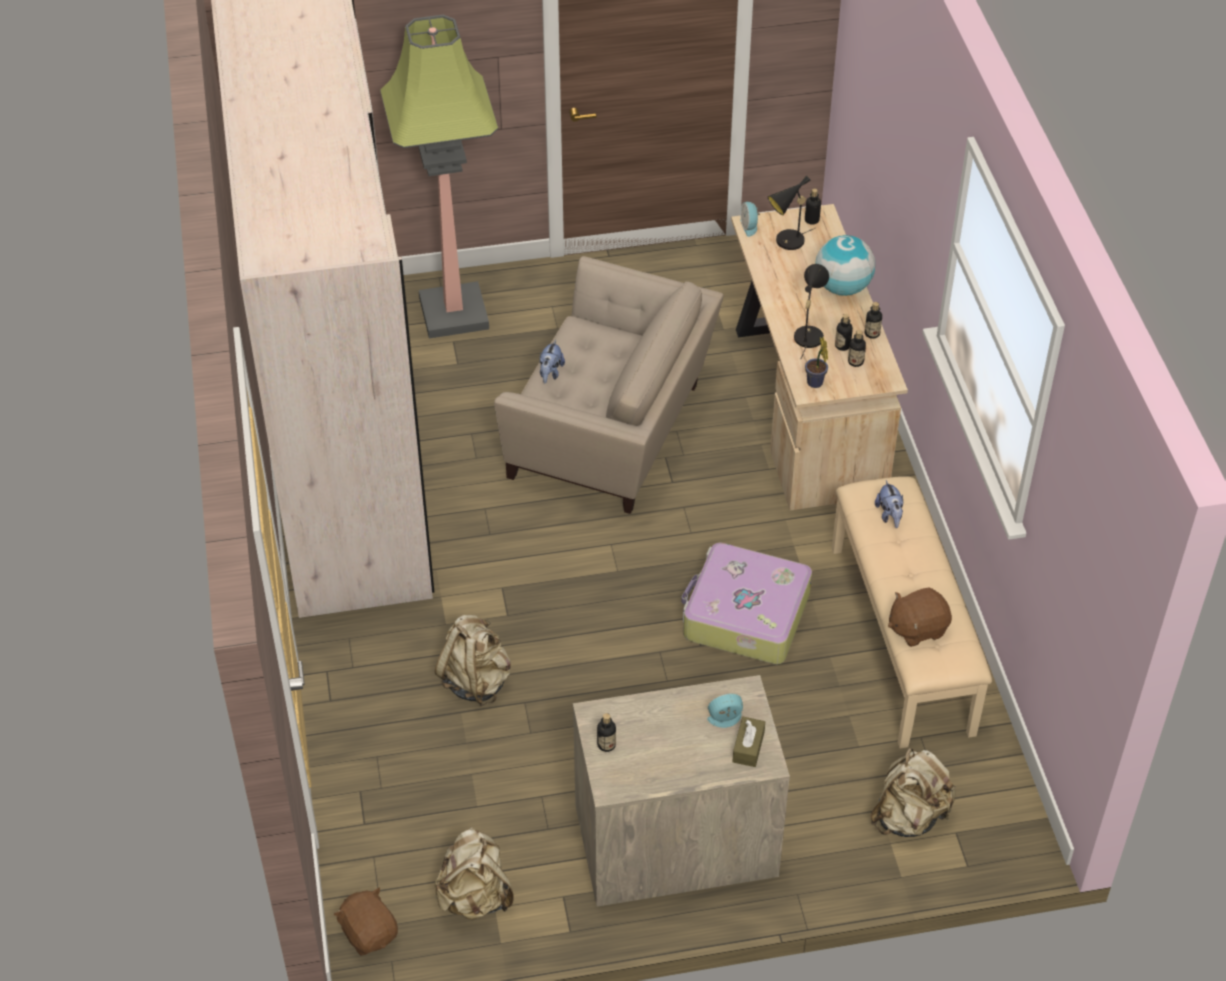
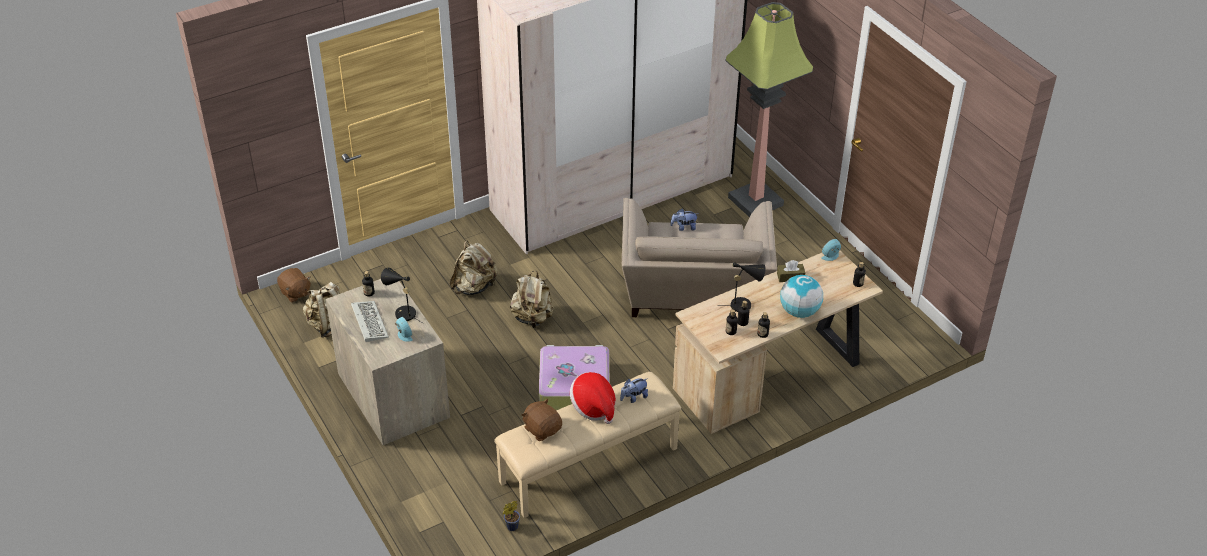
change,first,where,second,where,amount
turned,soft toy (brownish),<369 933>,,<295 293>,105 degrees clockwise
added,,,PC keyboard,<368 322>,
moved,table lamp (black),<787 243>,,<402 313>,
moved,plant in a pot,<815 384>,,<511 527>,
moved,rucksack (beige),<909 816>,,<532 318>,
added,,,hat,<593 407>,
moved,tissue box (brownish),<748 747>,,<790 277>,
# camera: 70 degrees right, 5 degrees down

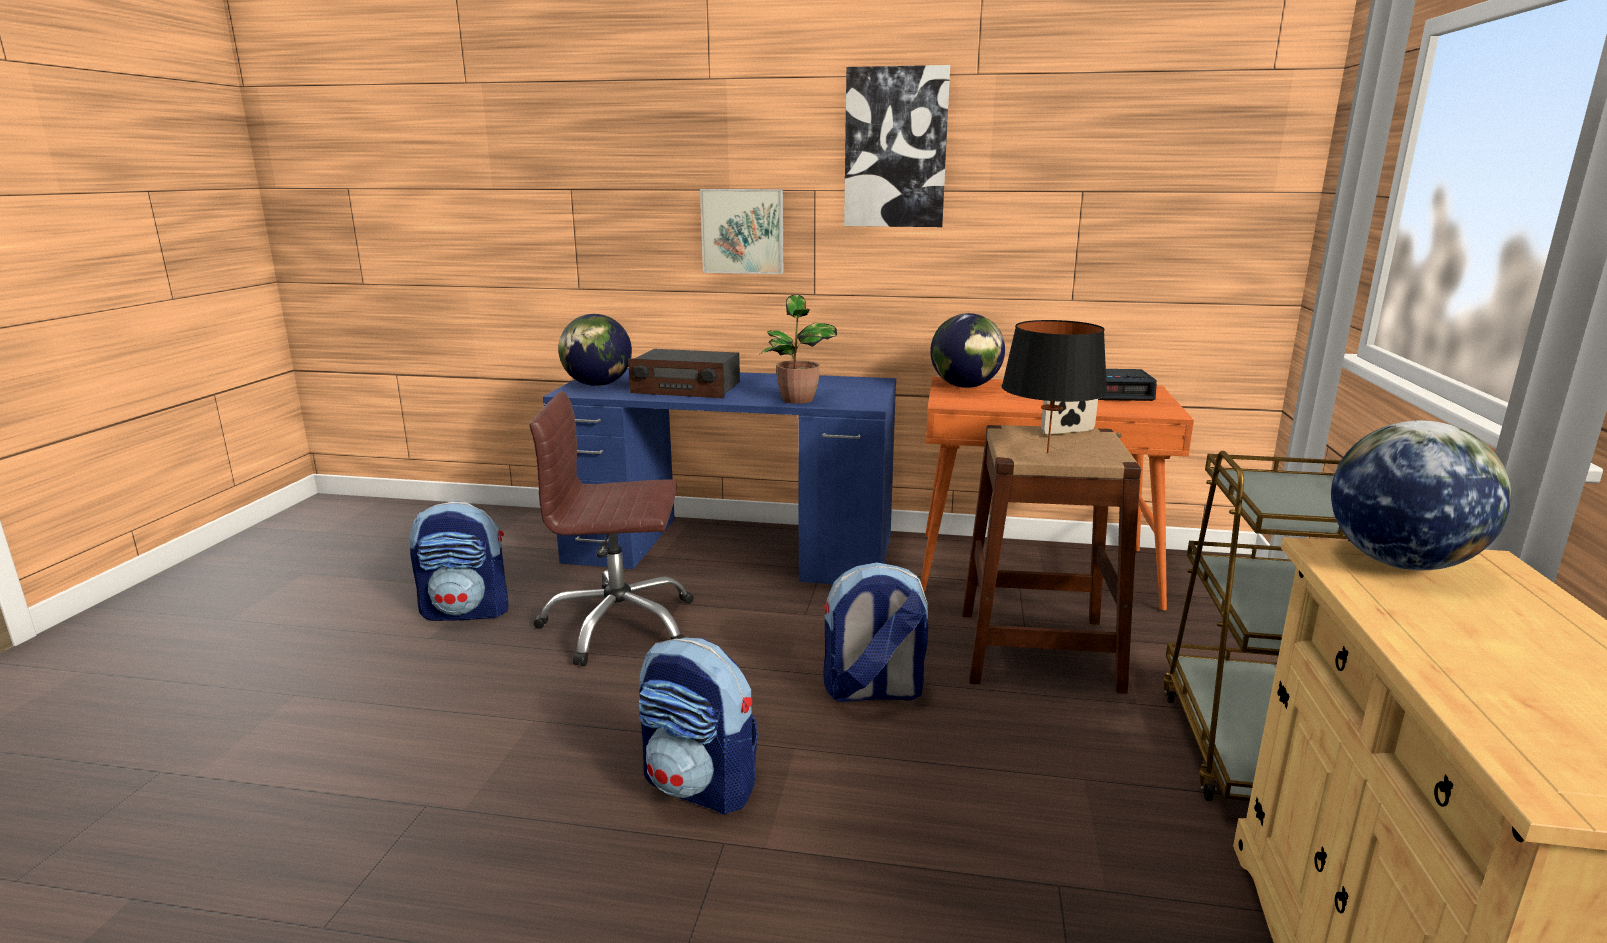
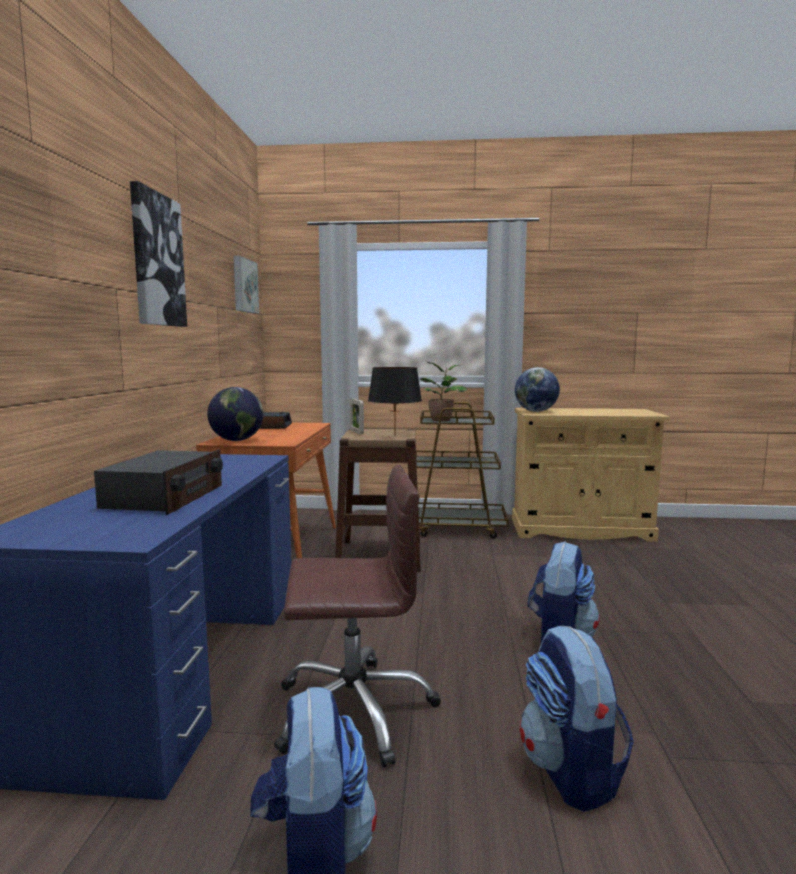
change,first,where,second,where,amount
moved,wall picture,<743 231>,,<243 286>,
turned,office chair (brownish),<619 625>,,<354 710>,90 degrees counterclockwise
moved,plant in a pot,<798 400>,,<442 420>,
moved,rucksack,<873 691>,,<571 772>,
removed,desk globe,<598 385>,,,
# camera: 95 degrees left, 10 degrees down

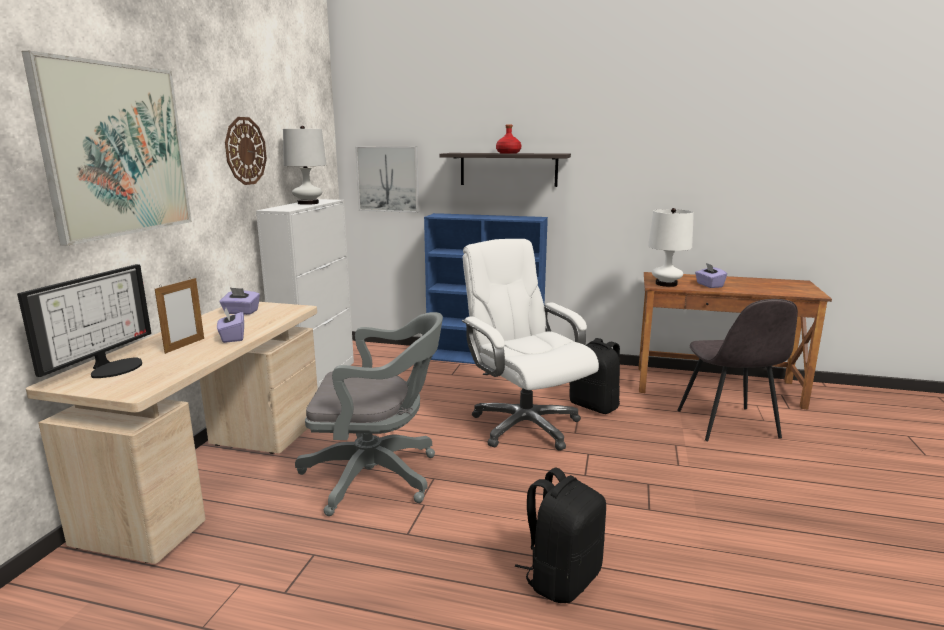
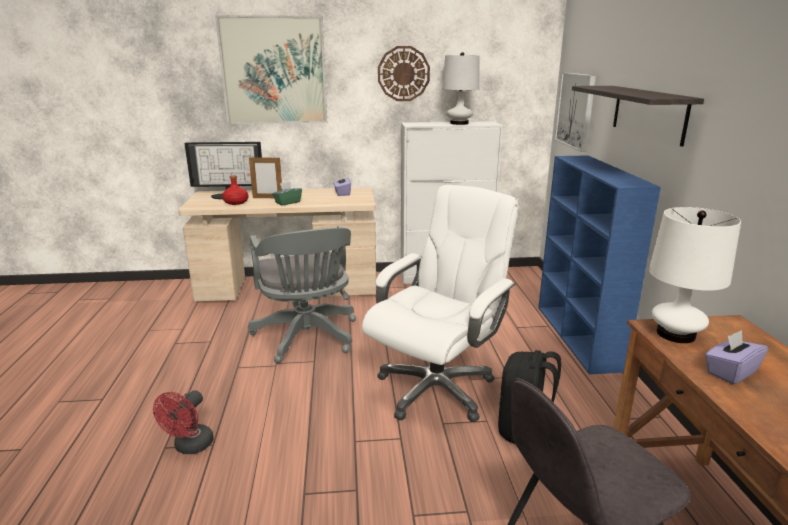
change,first,where,second,where,amount
replaced,rucksack (black),<562 578>,cooling fan (red-coloured),<190 447>,
moved,beverage bottle (red-coloured),<508 153>,,<235 202>,
recoloured,tissue box (purplish),<232 337>,tissue box (green-coloured),<287 202>,
# camera: 70 degrees right, 5 degrees up

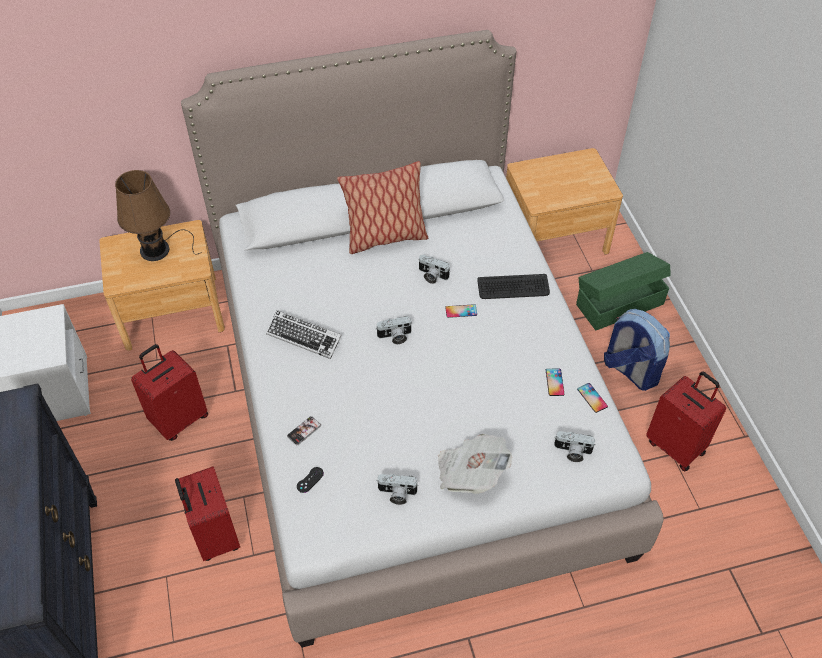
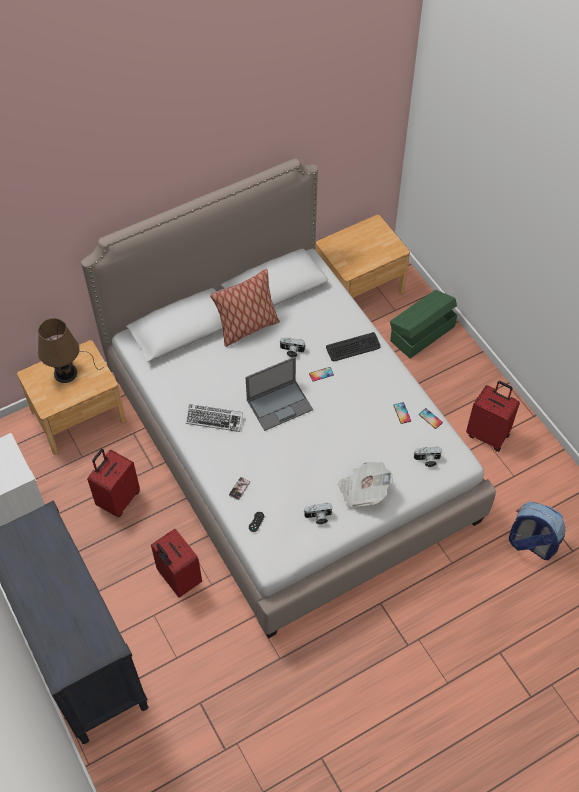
change,first,where,second,where,amount
replaced,photo camera,<395 337>,notebook computer,<280 404>,
moved,rucksack,<629 370>,,<530 543>,
# camera: 15 degrees left, 5 degrees up

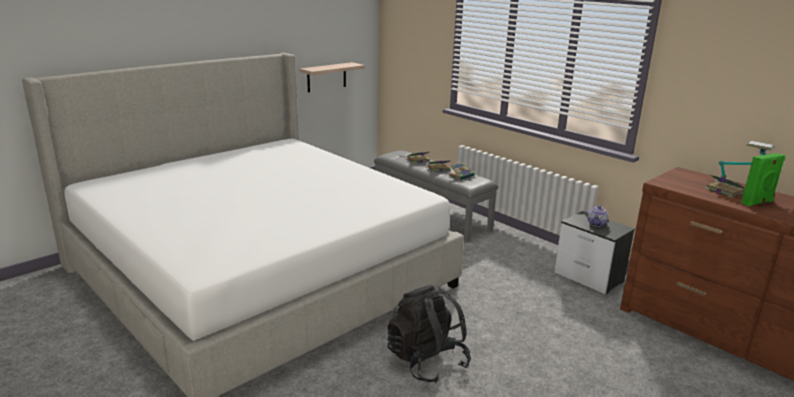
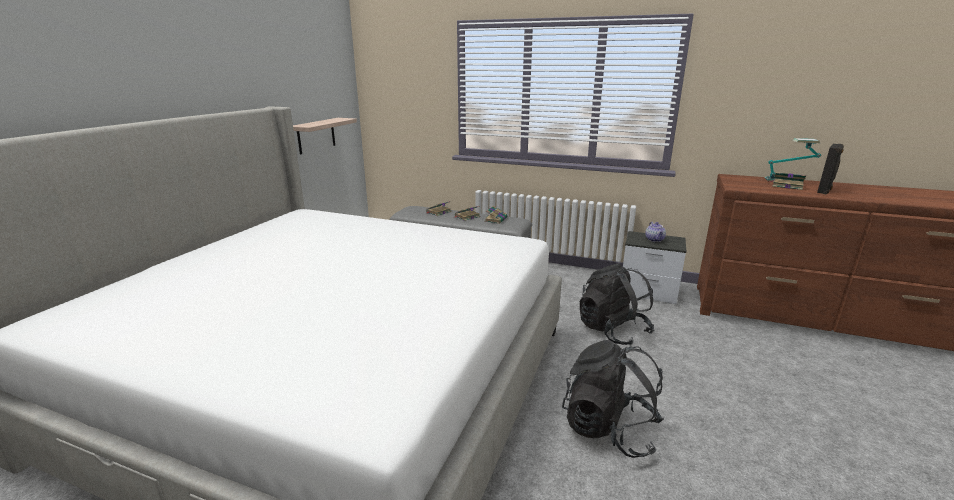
change,first,where,second,where,amount
added,,,rucksack (black),<612 330>,
recoloured,audio speaker (green-coloured),<757 203>,audio speaker (black),<825 190>,
# camera: 25 degrees left, 0 degrees up

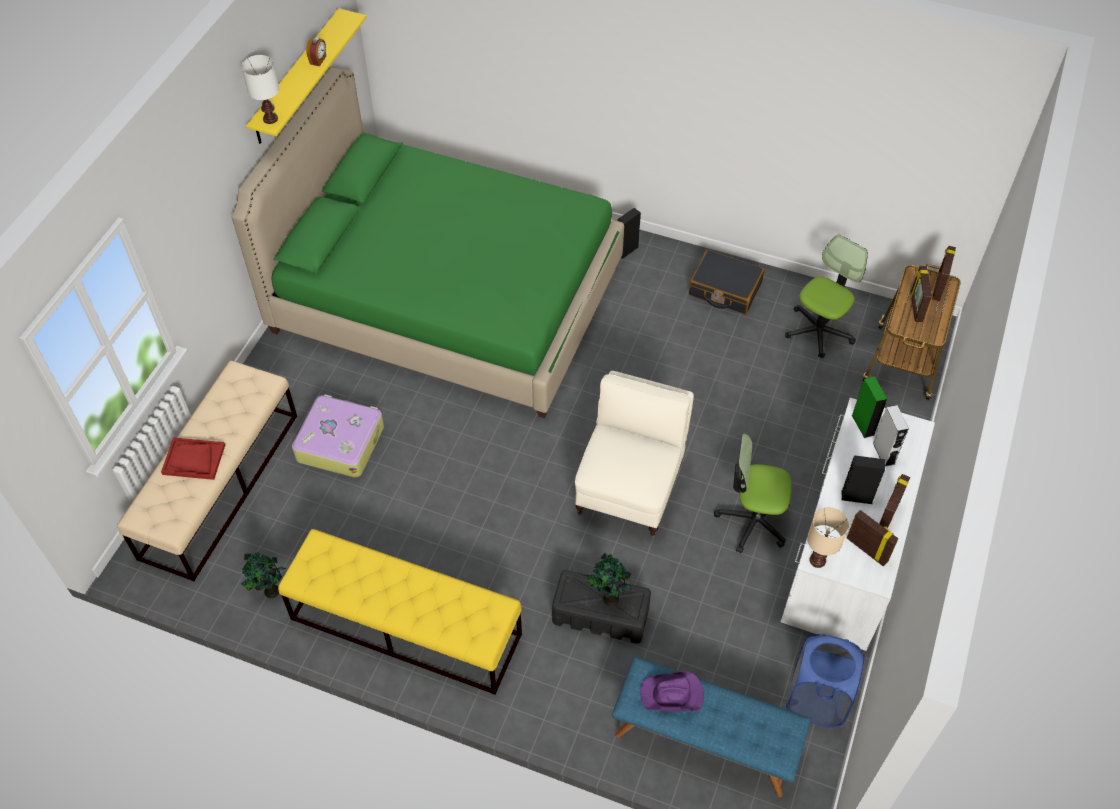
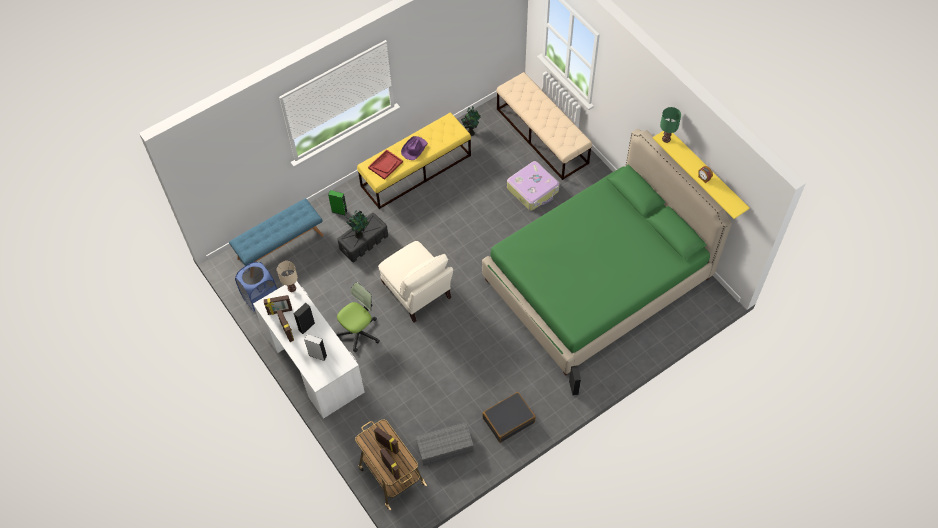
change,first,where,second,where,amount
moved,audio speaker (green-coloured),<863 425>,,<339 211>,
moved,carrying tray (red-coloured),<193 460>,,<385 165>,
moved,hat (purplish),<672 695>,,<414 149>,
replaced,office chair,<819 331>,storage box (greyish),<444 448>,
recoloured,table lamp (whitish),<270 118>,table lamp (green-coloured),<666 139>,
# camera: 125 degrees right, 5 degrees up

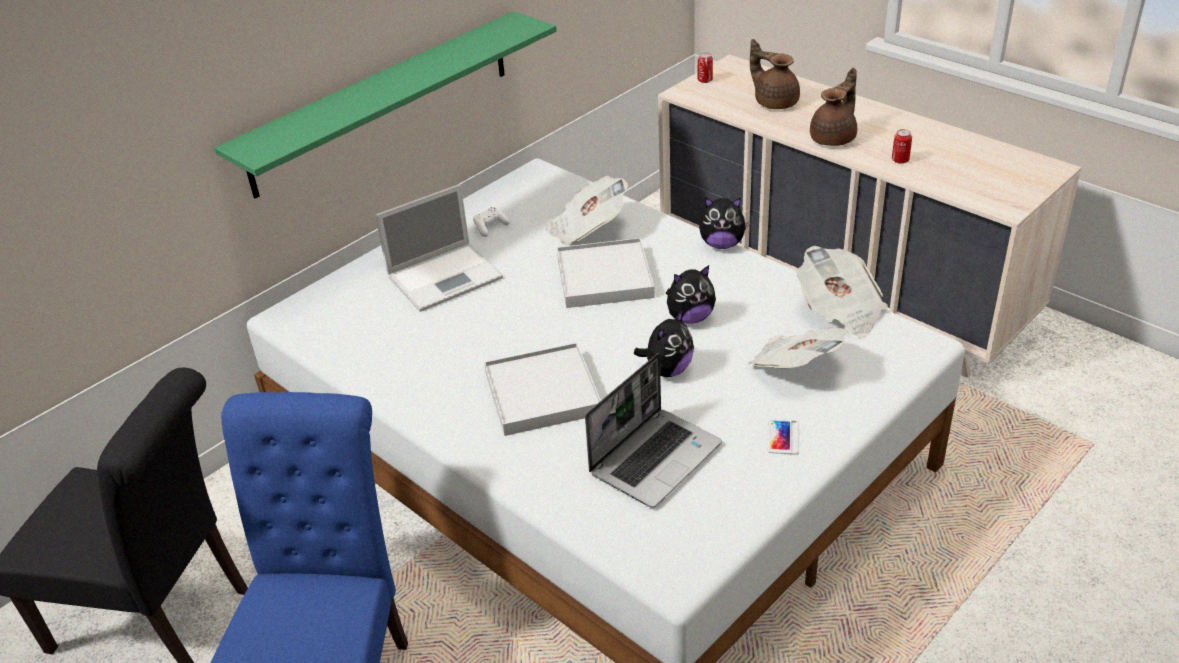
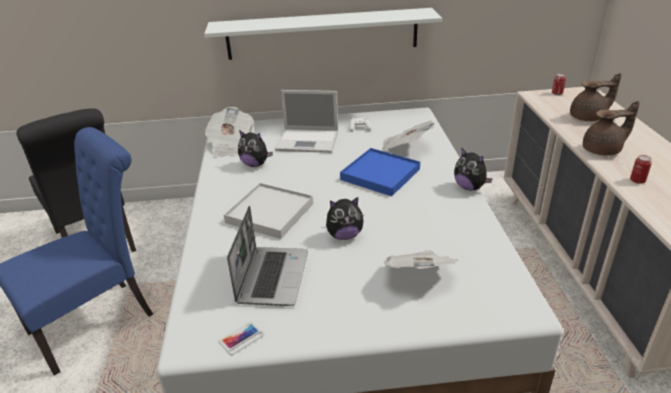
change,first,where,second,where,amount
recoloured,bracket shelf (green-coloured),<382 102>,bracket shelf (whitish),<322 34>,
moved,printed paper,<840 311>,,<230 145>,
moved,handset,<783 437>,,<241 338>,
turned,notebook computer,<655 458>,,<272 276>,75 degrees counterclockwise
moved,soft toy,<690 318>,,<255 164>,
recoloured,carrying tray (whitish),<604 277>,carrying tray (blue-coloured),<380 174>,
turned,pot for tea (brownish),<775 102>,,<588 118>,90 degrees clockwise
# camera: 40 degrees right, 5 degrees down

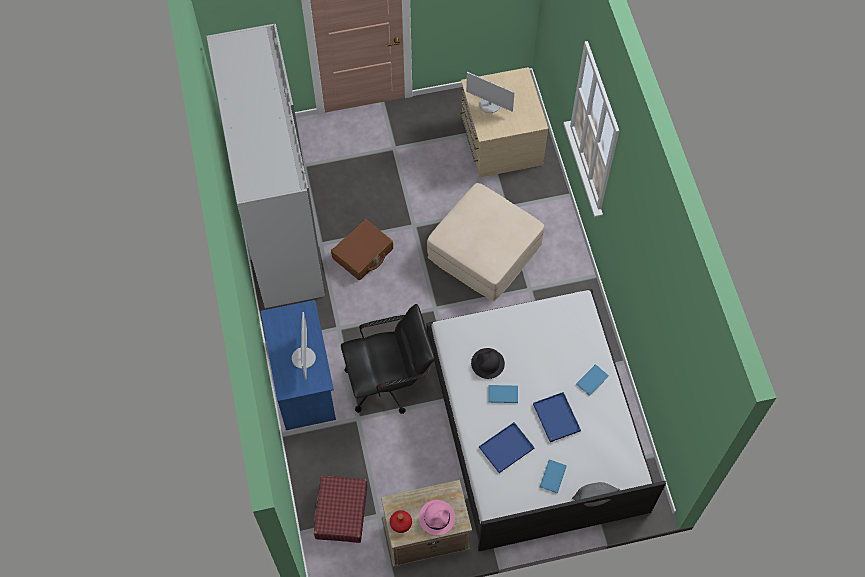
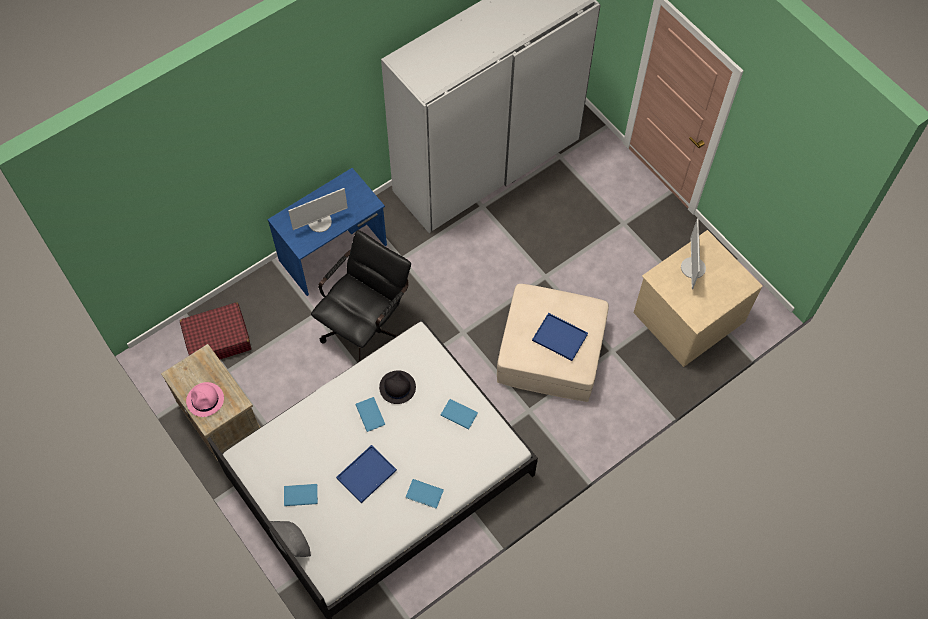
change,first,where,second,where,amount
turned,office chair (black),<389 381>,,<366 325>,105 degrees counterclockwise
added,,,volume (blue-coloured),<458 413>,
moved,carrying tray (blue-coloured),<507 447>,,<561 337>,
removed,suitcase (brownish),<363 254>,,,
removed,beverage bottle (red-coloured),<401 523>,,,
# camera: 65 degrees right, 0 degrees up

